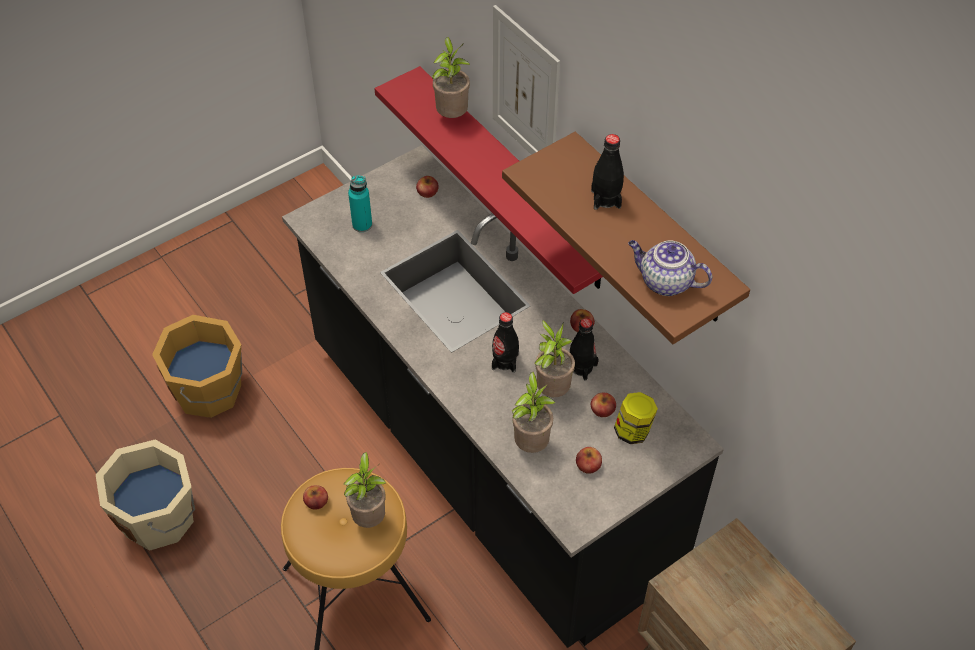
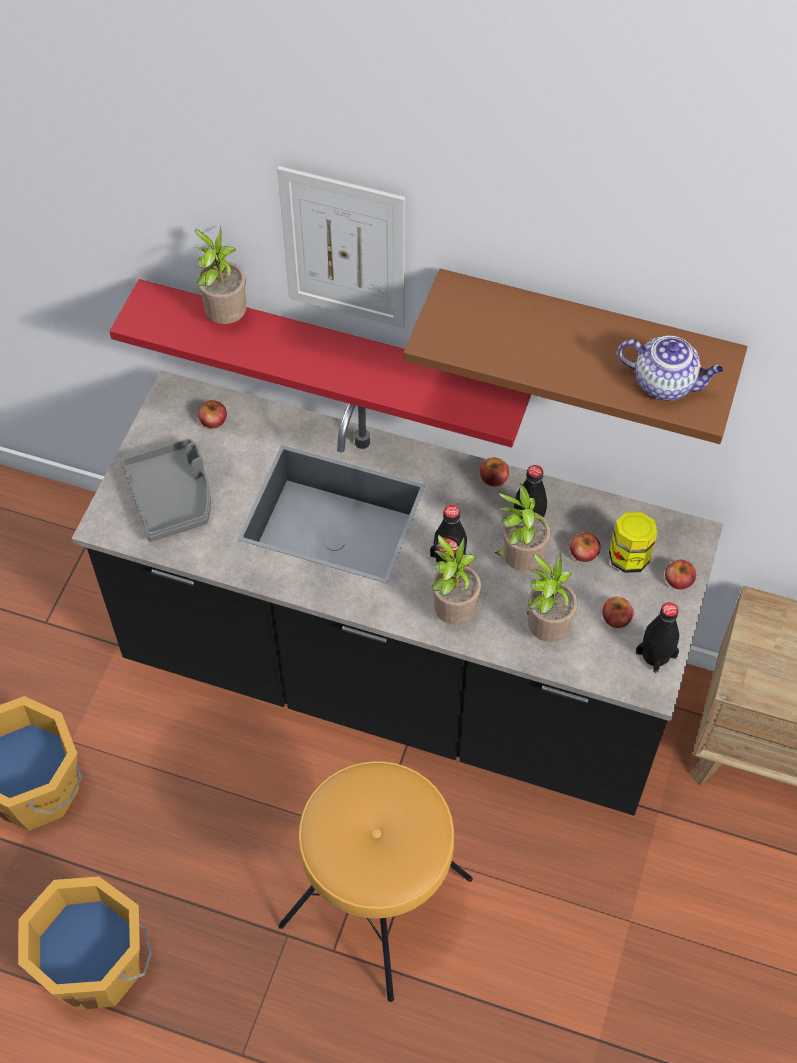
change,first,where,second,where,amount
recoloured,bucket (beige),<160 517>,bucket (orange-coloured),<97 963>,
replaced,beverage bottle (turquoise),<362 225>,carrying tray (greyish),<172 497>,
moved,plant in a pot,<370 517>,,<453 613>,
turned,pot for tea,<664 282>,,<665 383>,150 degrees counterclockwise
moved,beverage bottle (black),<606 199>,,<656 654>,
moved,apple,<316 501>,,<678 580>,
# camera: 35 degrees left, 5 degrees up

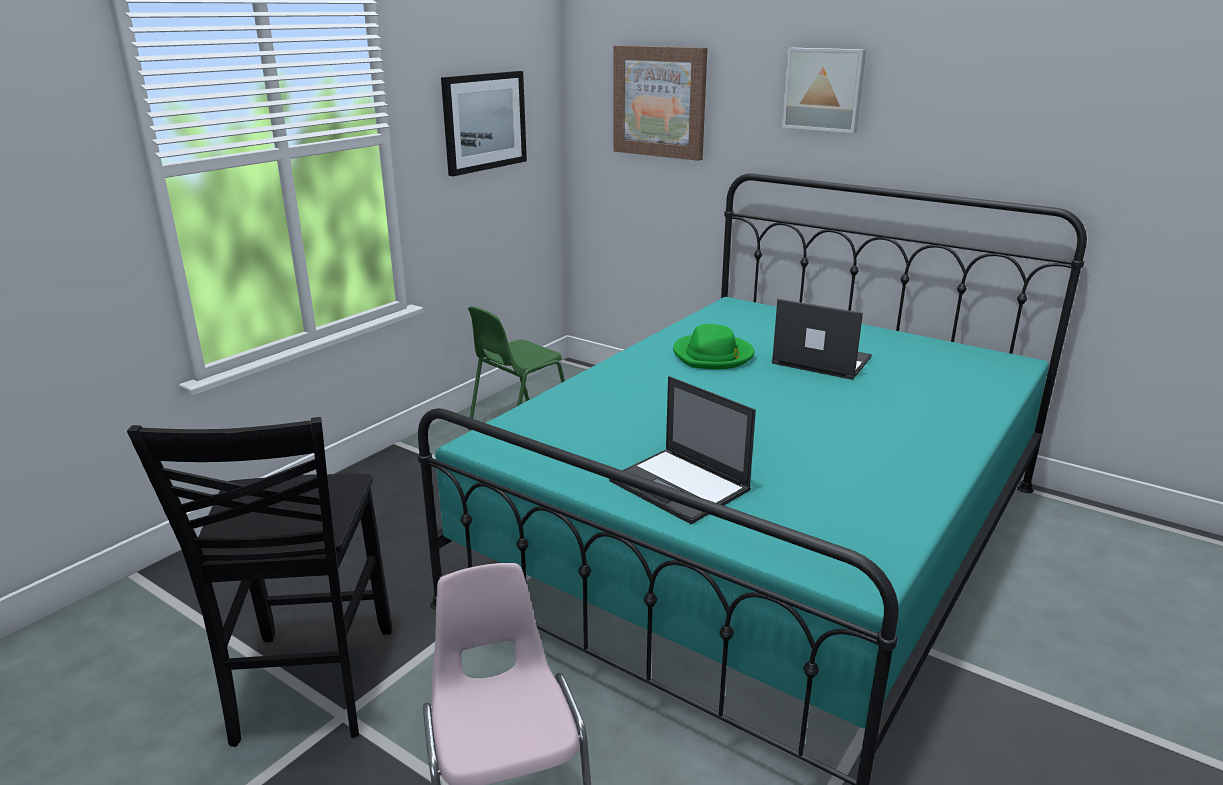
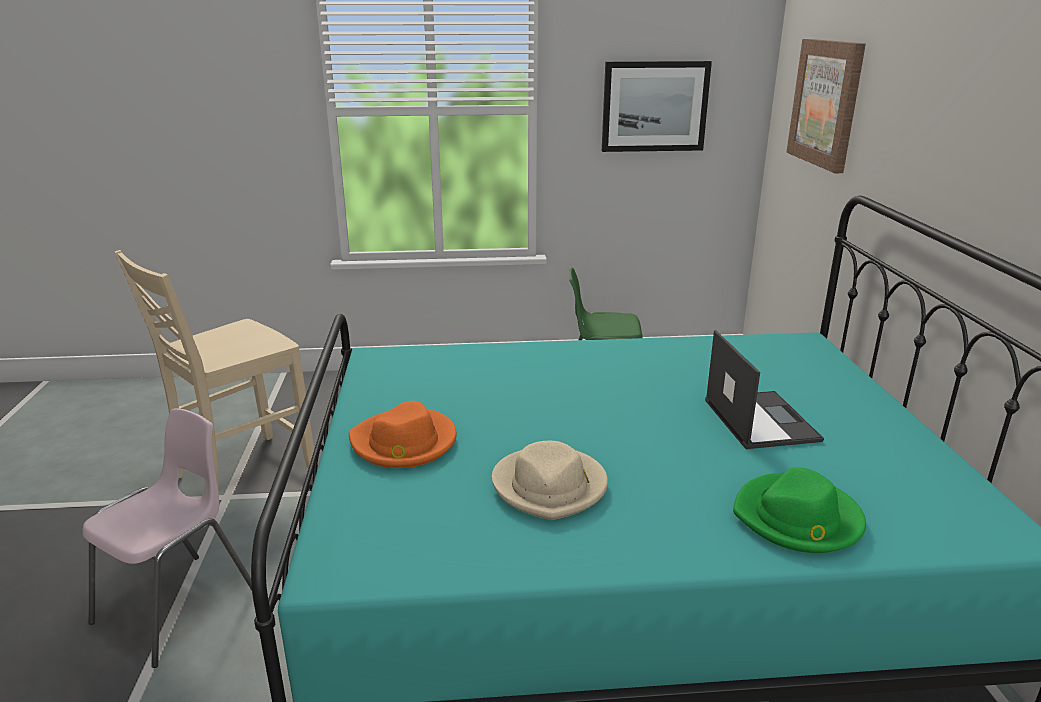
change,first,where,second,where,amount
recoloured,chair (black),<310 686>,chair (beige),<242 473>,
replaced,notebook computer,<680 486>,hat (orange-coloured),<404 443>,
added,,,hat (beige),<550 486>,
moved,hat (green-coloured),<713 355>,,<798 518>,
removed,wall picture,<824 89>,,,
# camera: 50 degrees right, 0 degrees up

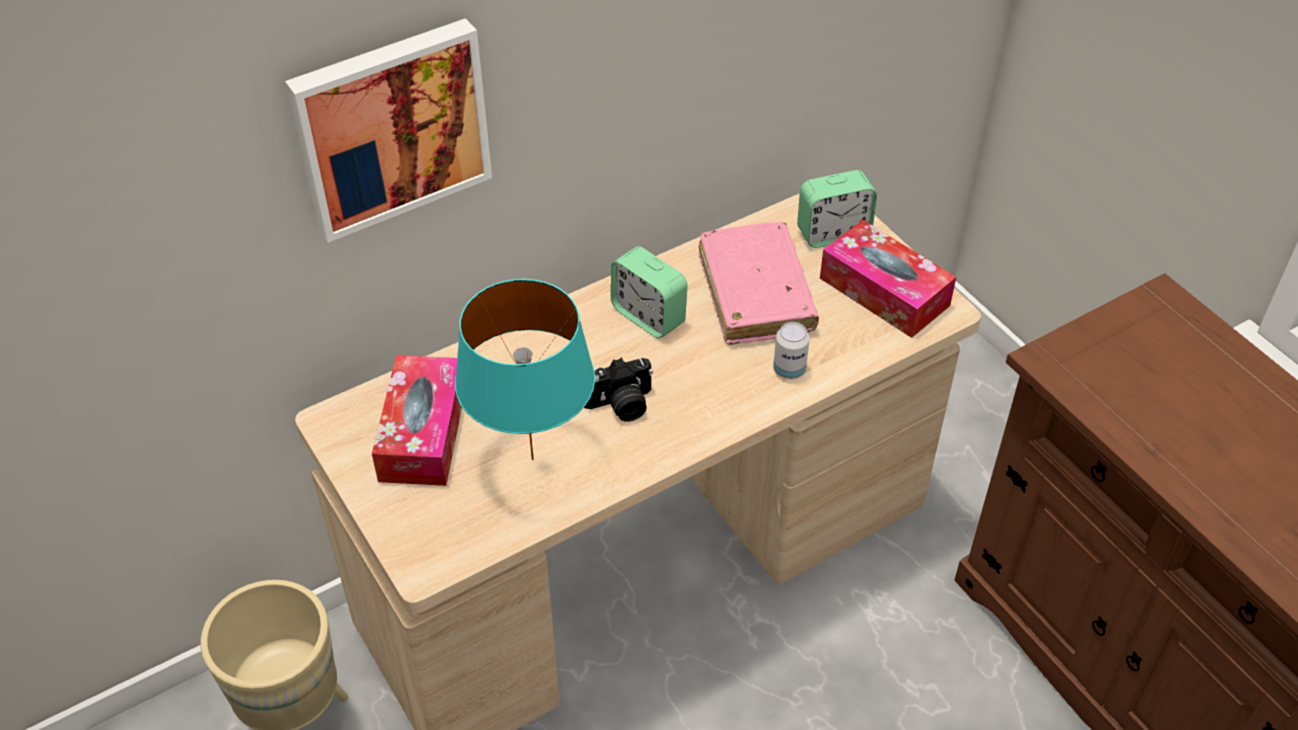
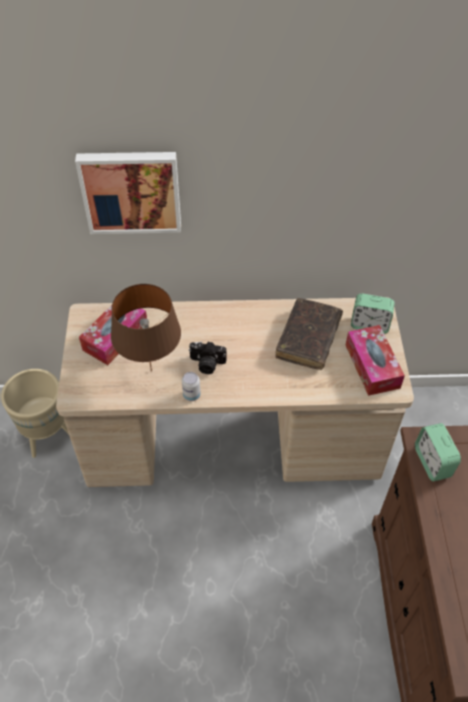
change,first,where,second,where,amount
recoloured,table lamp (turquoise),<533 457>,table lamp (brownish),<152 370>,
moved,can,<789 370>,,<191 395>,
recoloured,volume (pink),<755 294>,volume (brownish),<308 339>,
moved,bedside clock,<648 316>,,<432 462>,
# camera: 30 degrees right, 5 degrees up

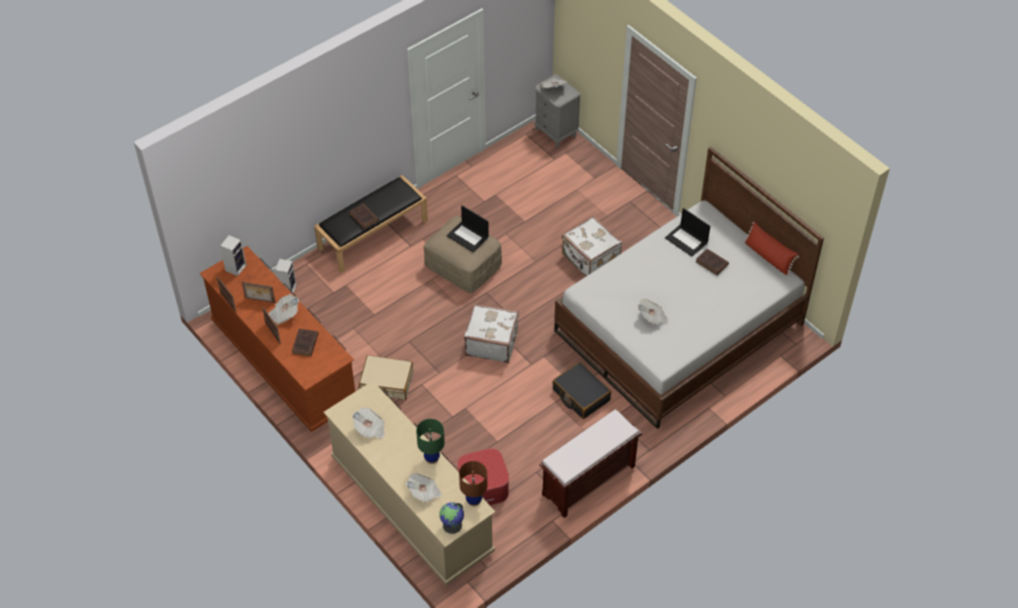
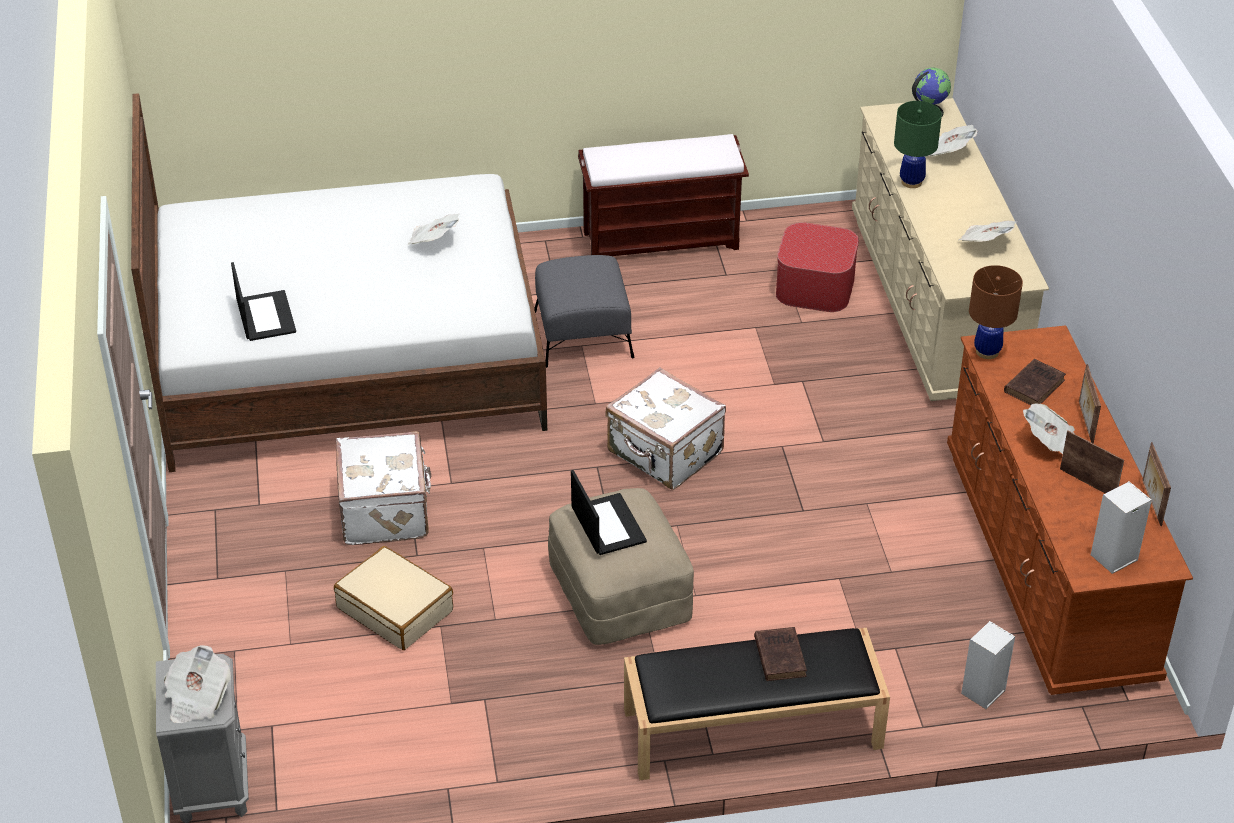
change,first,where,second,where,amount
moved,suitcase (beige),<386 382>,,<395 609>,
replaced,suitcase (black),<581 395>,pouffe (greyish),<583 333>,
moved,table lamp (brownish),<474 500>,,<987 351>,
removed,volume (brownish),<712 263>,,,
removed,cushion (red-coloured),<768 257>,,,
# camera: 150 degrees left, 10 degrees down

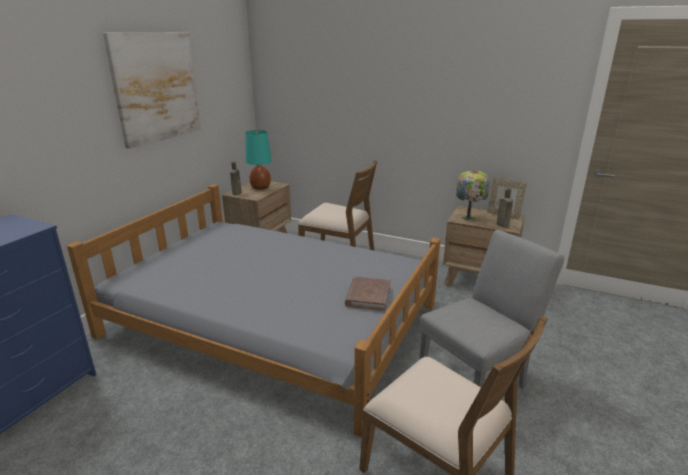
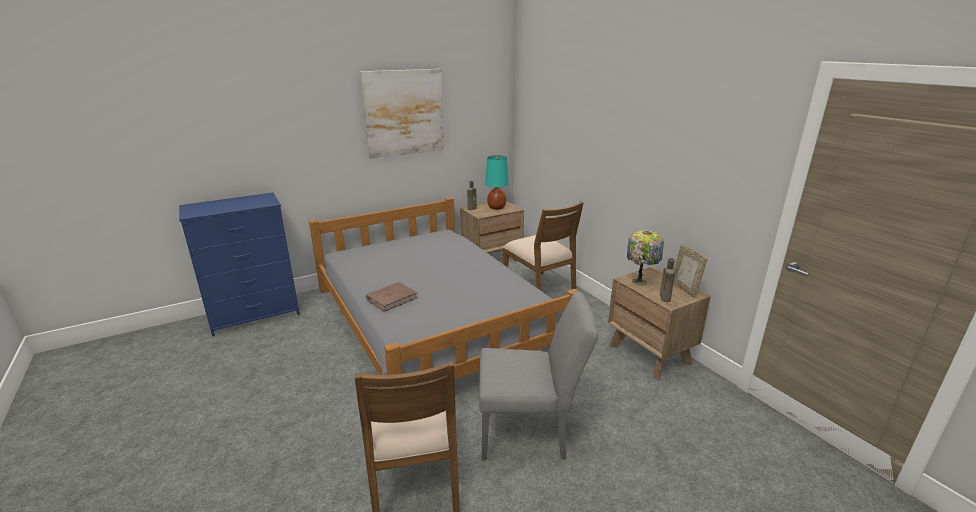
change,first,where,second,where,amount
moved,volume (brownish),<368 296>,,<391 298>,
# camera: 35 degrees right, 0 degrees up

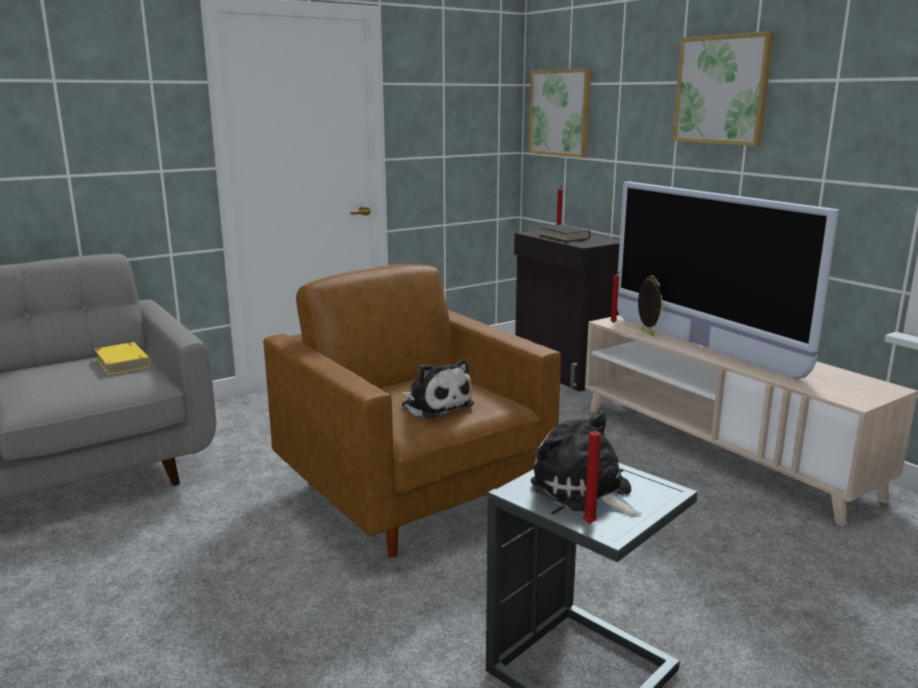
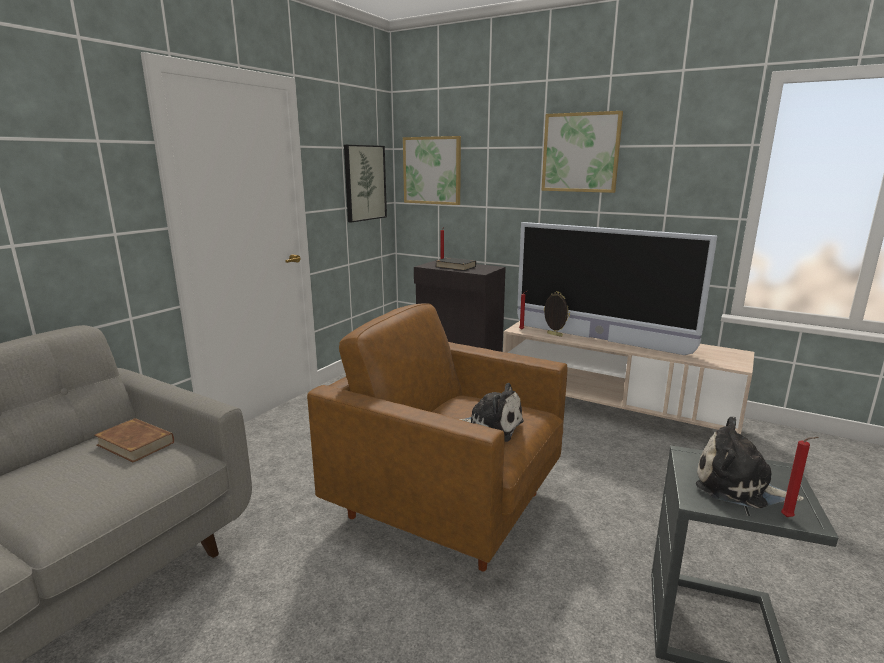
change,first,where,second,where,amount
recoloured,volume (yellow),<123 362>,volume (brownish),<135 443>,
added,,,wall picture,<364 183>,
# camera: 25 degrees left, 0 degrees up

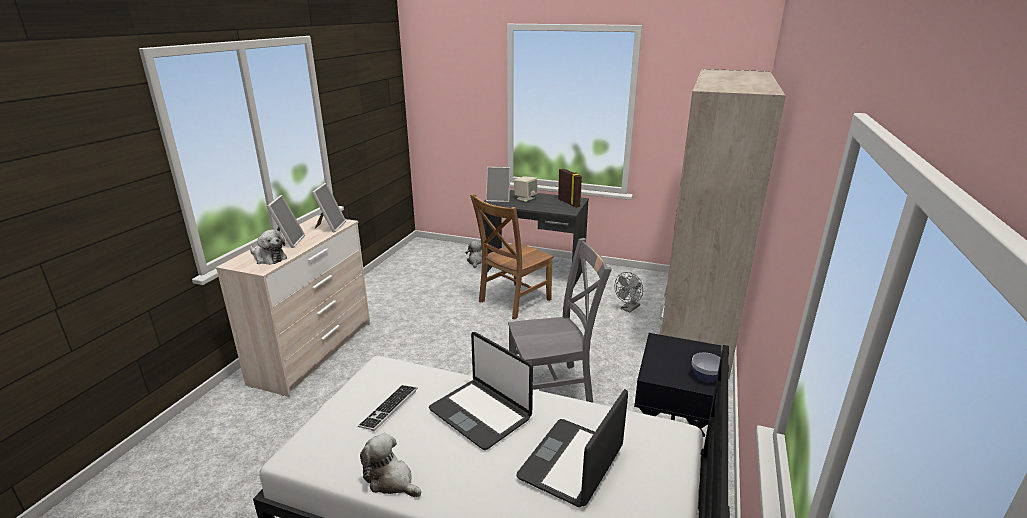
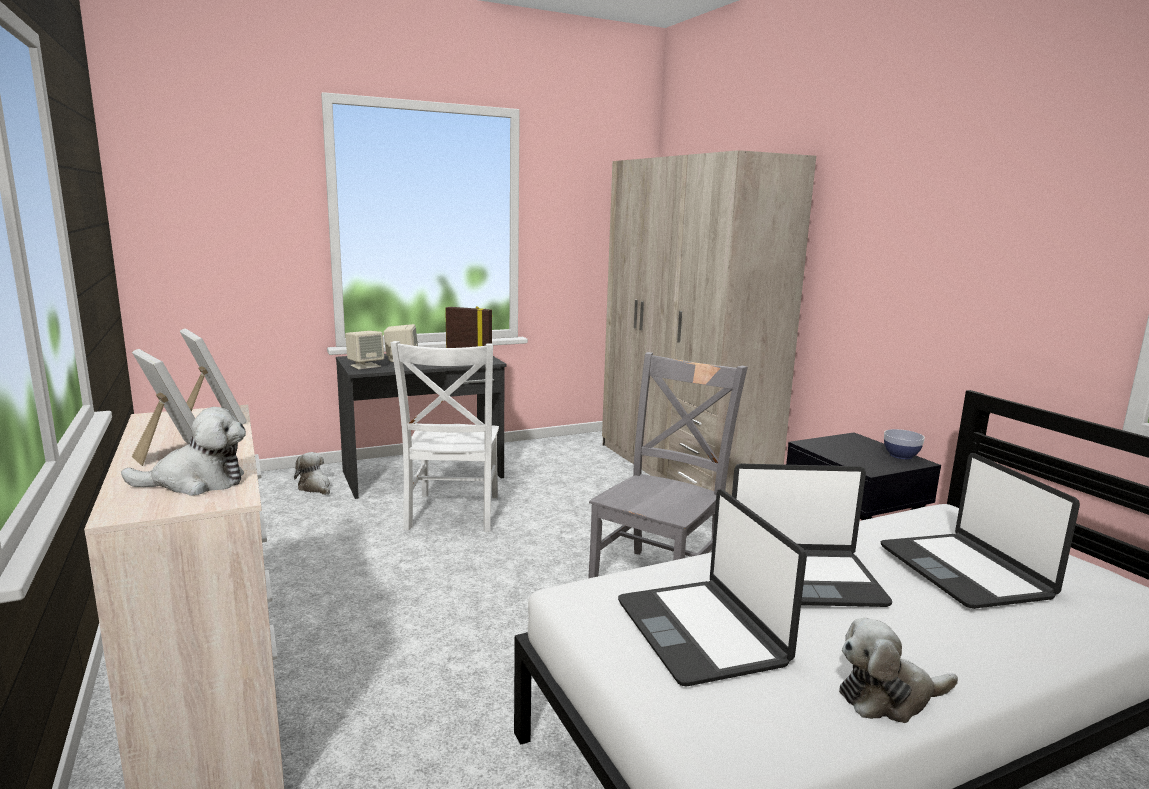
change,first,where,second,where,amount
replaced,picture frame,<498 199>,audio speaker (beige),<365 366>,
recoloured,chair (brownish),<512 301>,chair (whitish),<452 514>,
replaced,PC keyboard,<389 408>,notebook computer,<701 632>,
removed,cooling fan (greyish),<628 309>,,,
# camera: 45 degrees left, 10 degrees down

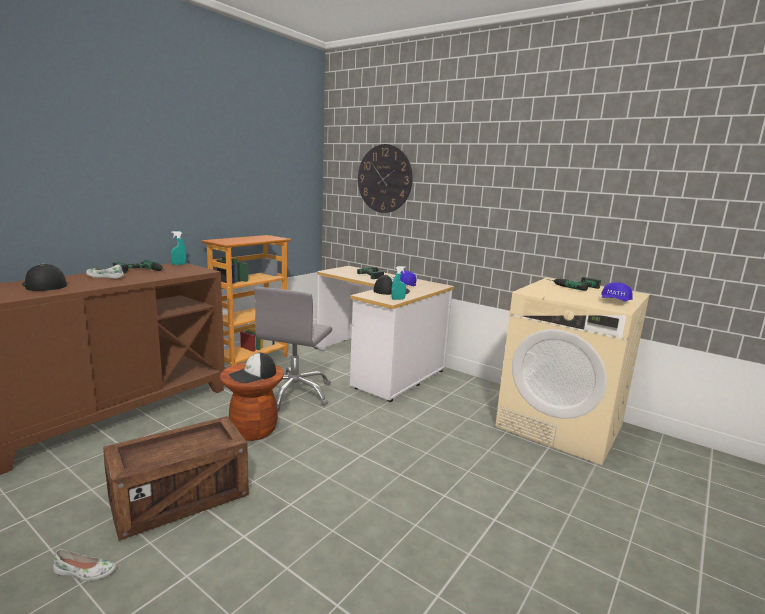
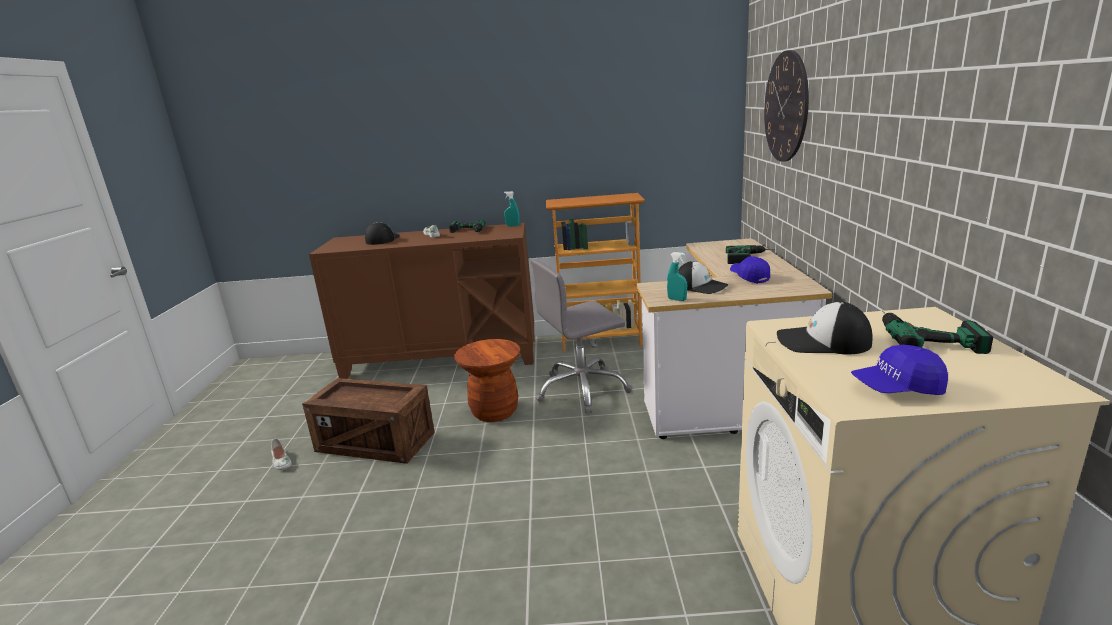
change,first,where,second,where,amount
moved,baseball cap,<253 375>,,<822 342>,
# camera: 55 degrees right, 5 degrees up

